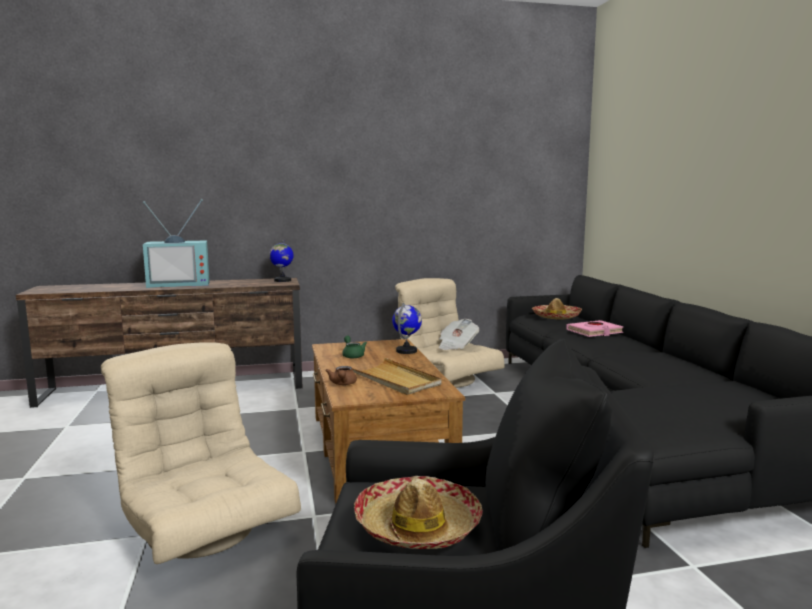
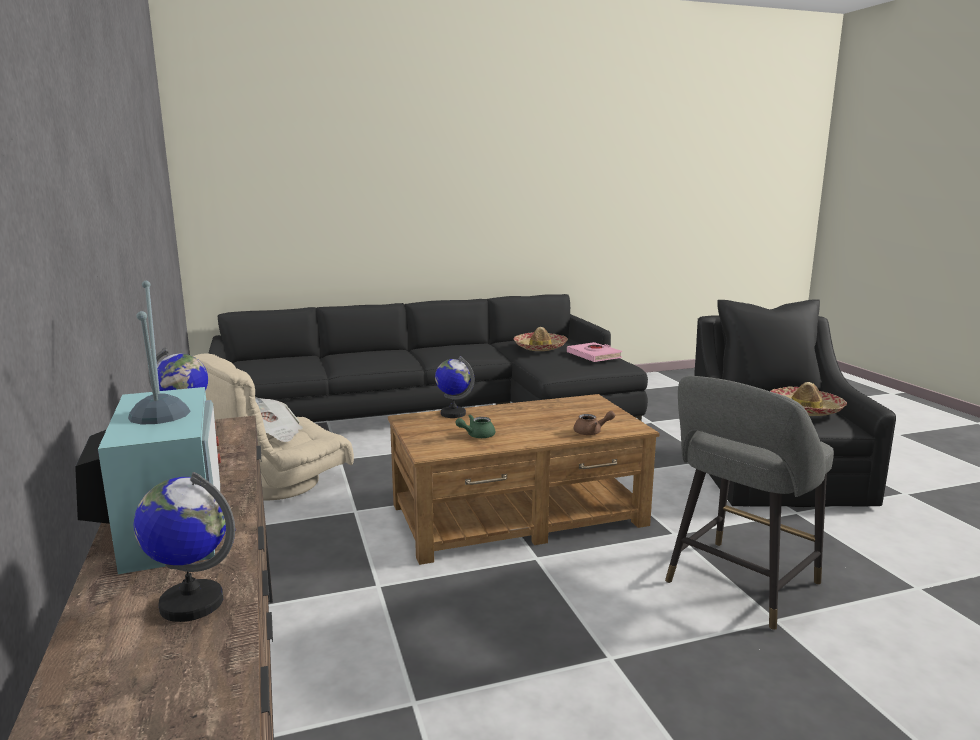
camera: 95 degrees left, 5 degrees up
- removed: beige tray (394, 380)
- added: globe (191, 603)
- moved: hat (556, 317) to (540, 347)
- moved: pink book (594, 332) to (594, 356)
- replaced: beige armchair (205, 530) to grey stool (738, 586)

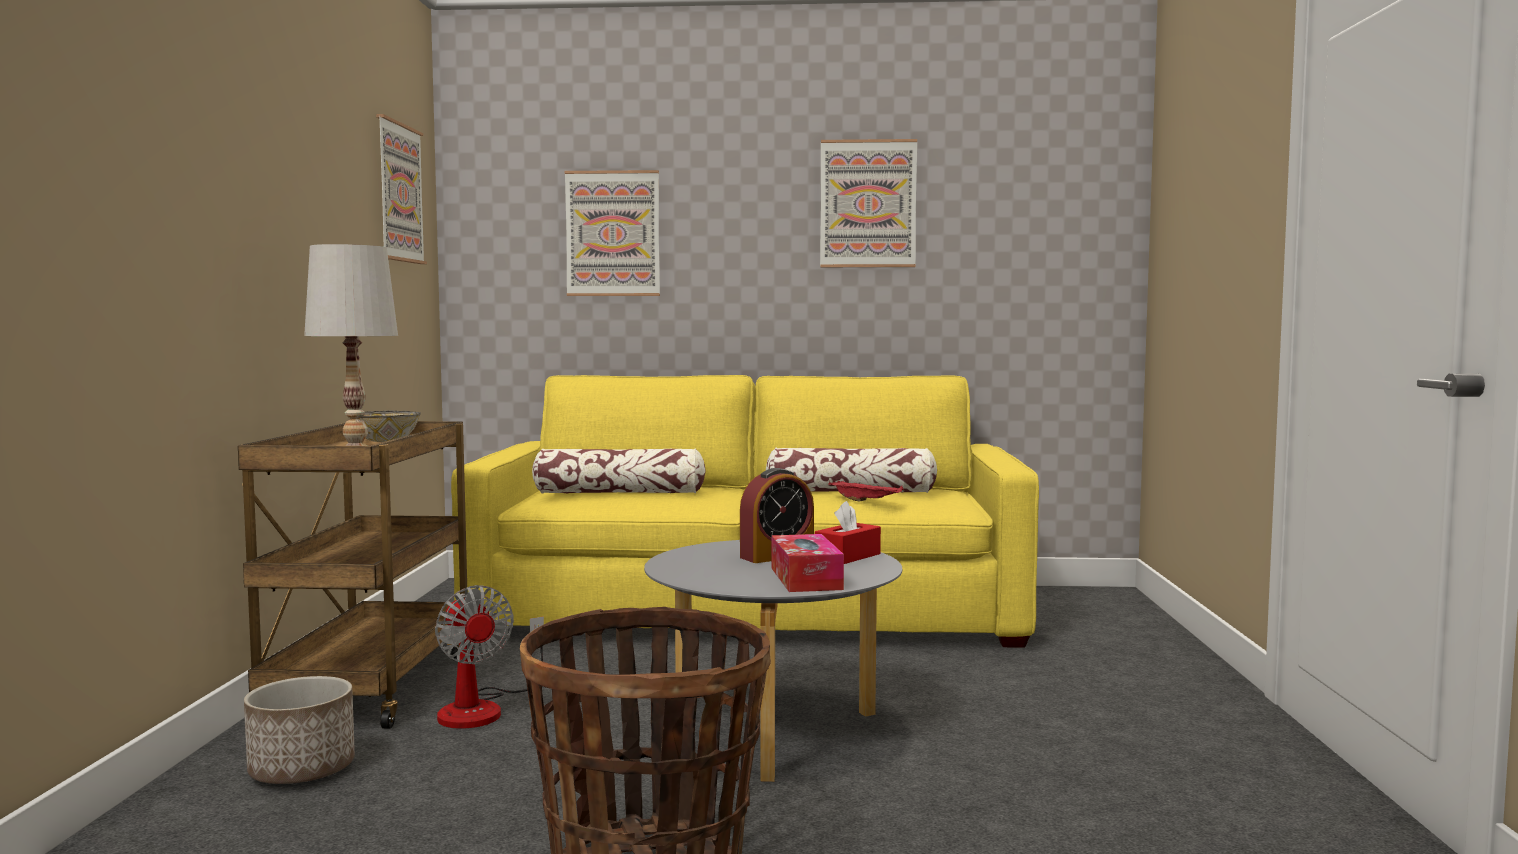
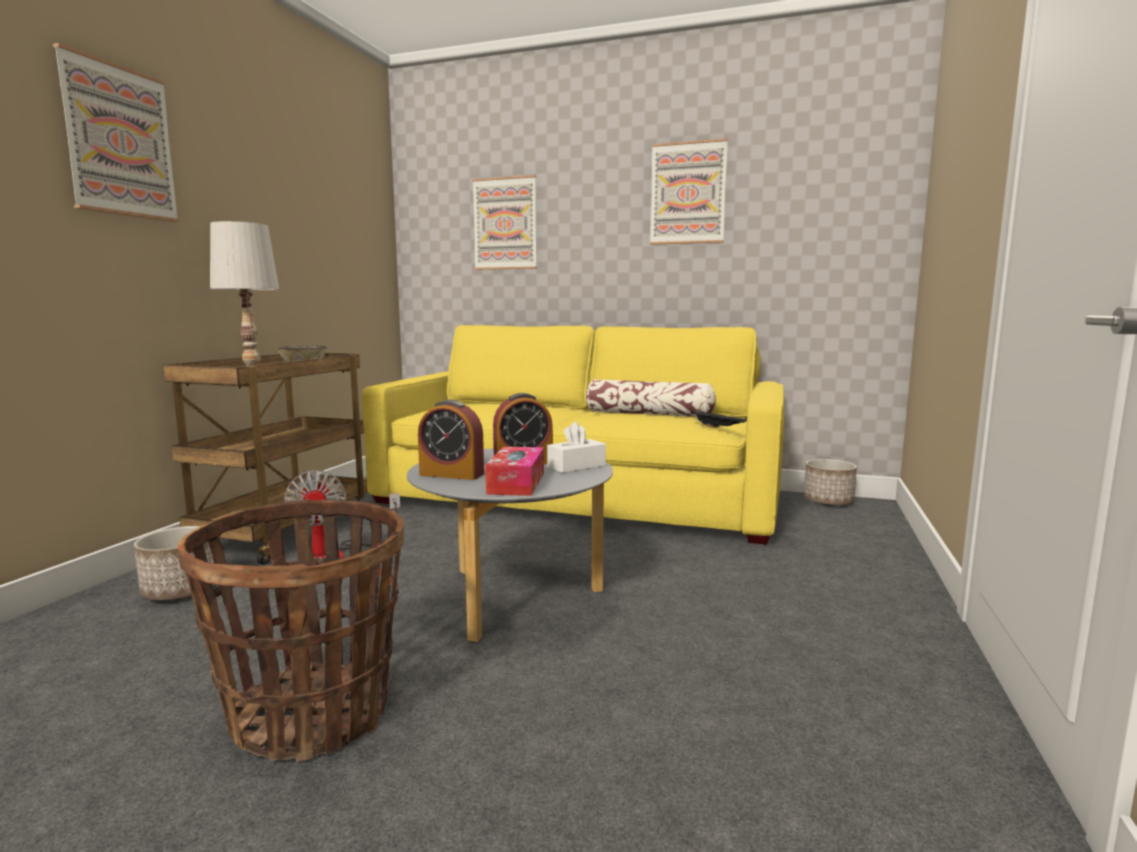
camera: 15 degrees right, 5 degrees up
- removed: pillow (620, 493)
- removed: red tray (867, 501)
- added: alarm clock (451, 474)
- added: black tray (719, 428)
- added: planter (828, 501)
- moved: picture (399, 193) to (119, 141)
- recoloured: red tissue box (847, 556) to white tissue box (576, 466)

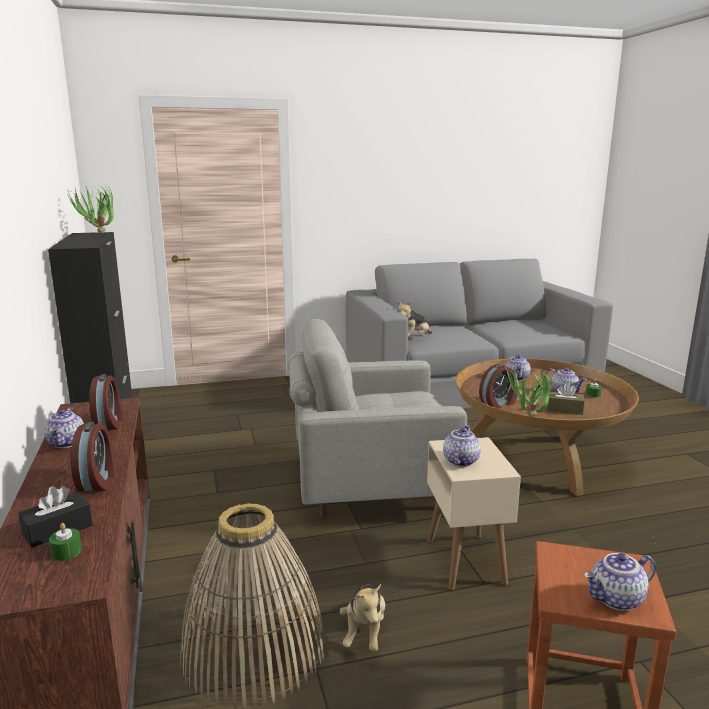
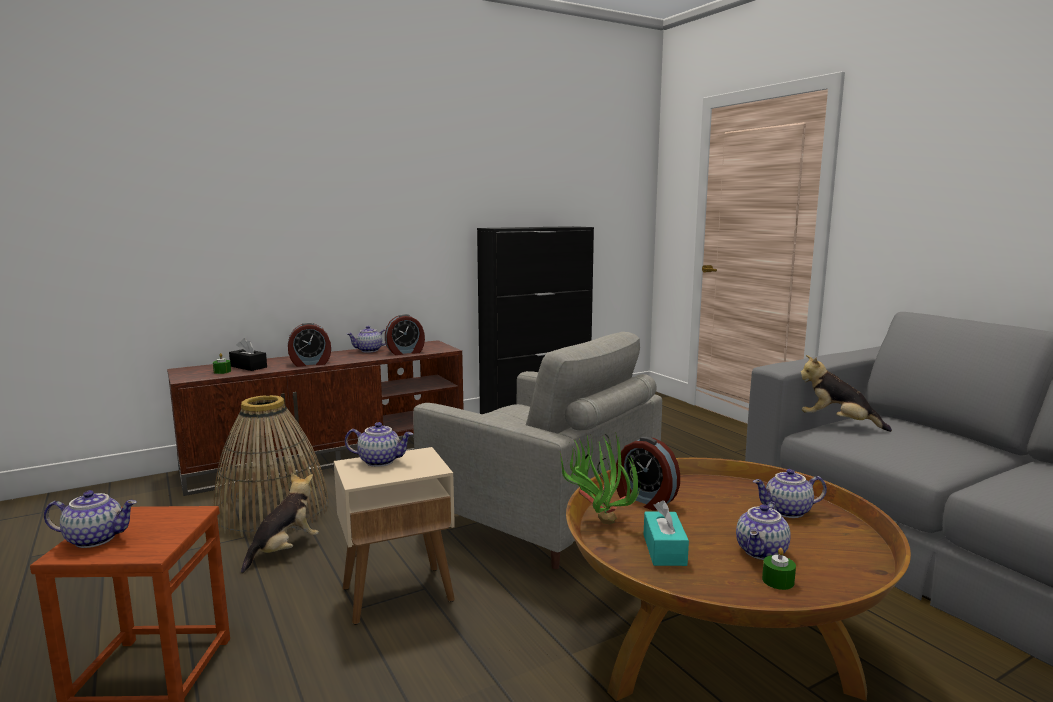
camera: 75 degrees right, 5 degrees down
- removed: potted plant (98, 234)
- recoloured: brown tissue box (564, 409) to turquoise tissue box (664, 550)
- turned: grey armchair (369, 486) = (540, 523) 150 degrees clockwise
- turned: plush toy (364, 632) = (284, 550) 135 degrees clockwise
- turned: teapot (617, 600) = (96, 538) 120 degrees clockwise

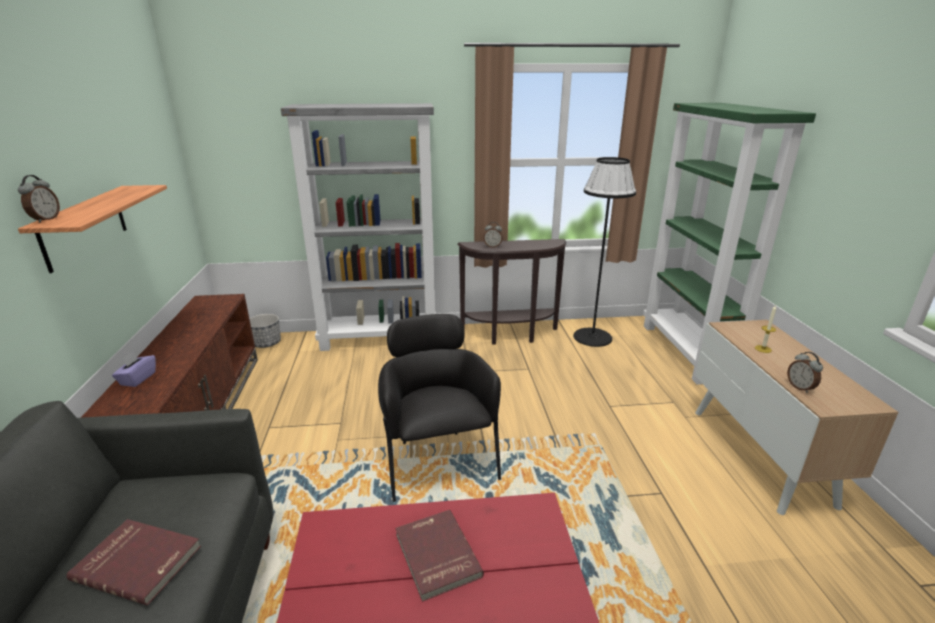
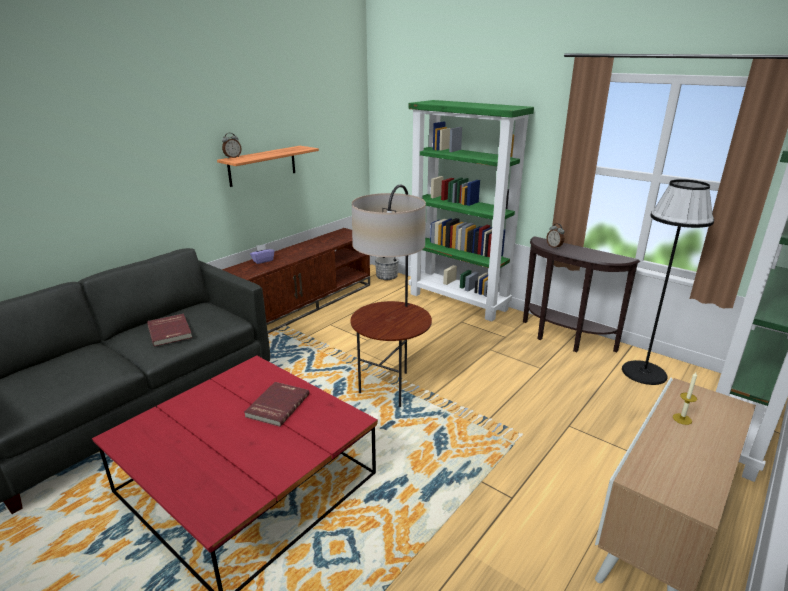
camera: 45 degrees right, 0 degrees up
- removed: alarm clock (800, 387)
- replaced: black armchair (437, 459) to floor lamp (391, 387)
- recoloured: grey bookcase (380, 338) to green bookcase (459, 301)

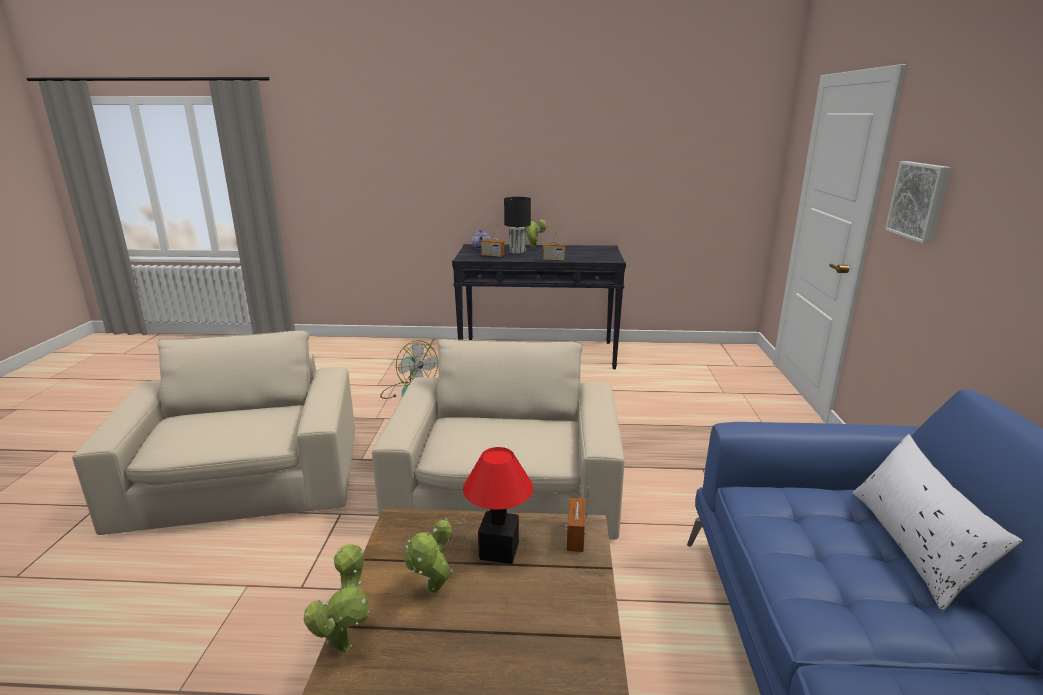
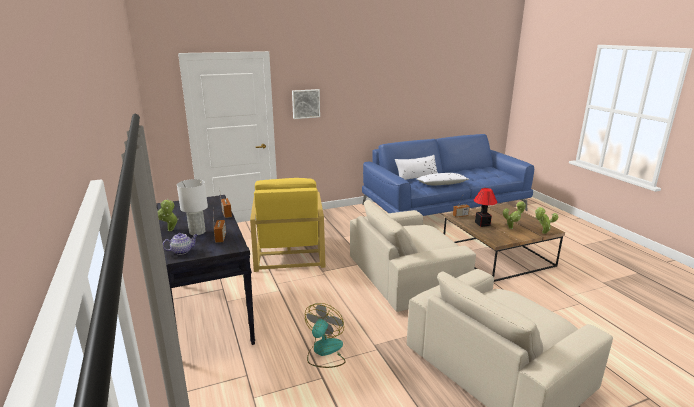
camera: 115 degrees left, 0 degrees up
- added: yellow armchair (289, 252)
- added: white pillow (441, 184)
- recoloured: black table lamp (517, 252) to white table lamp (197, 232)

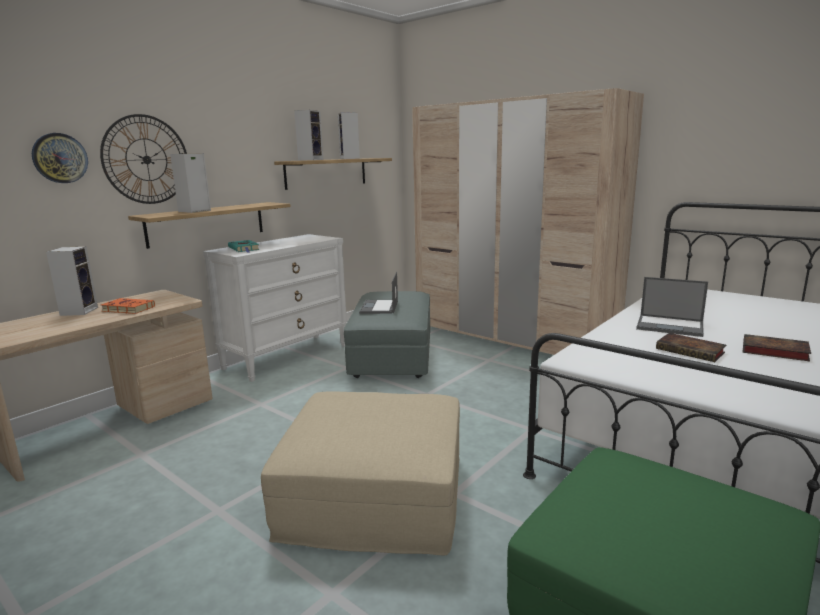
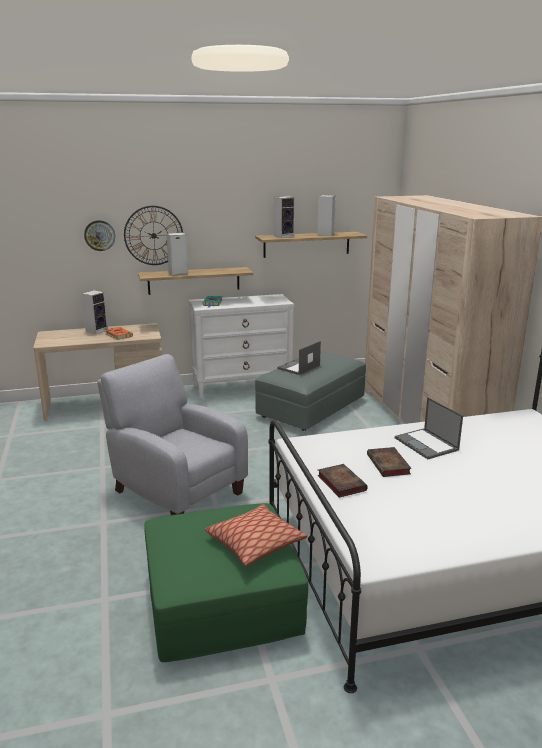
camera: 35 degrees right, 5 degrees up
- added: pillow (255, 543)
- moved: book (772, 351) to (340, 482)
- replaced: beige ottoman (373, 496) to grey armchair (175, 490)

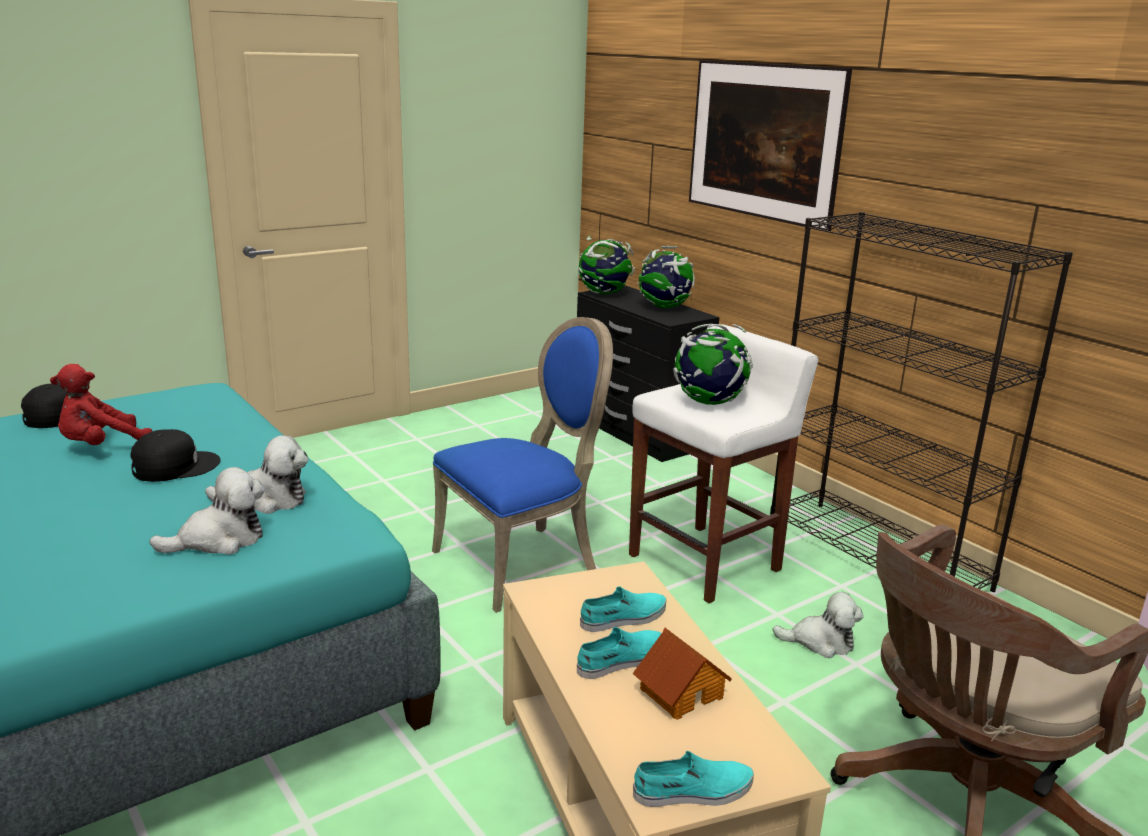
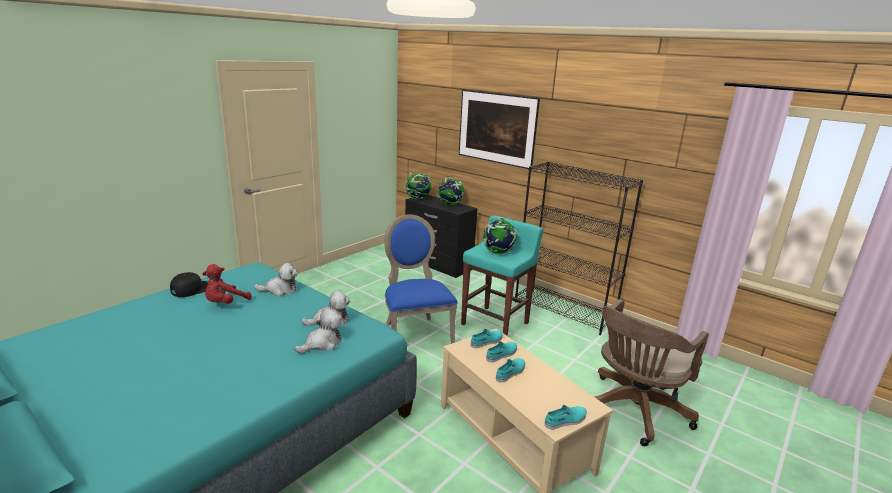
camera: 15 degrees left, 0 degrees up
- removed: black cap (175, 466)
- removed: toy house (680, 692)
- added: turquoise shoe (487, 341)
- moved: plush toy (820, 642) to (280, 290)
- recoloured: white stool (706, 562) to turquoise stool (495, 323)
- turned: blue chair (522, 561) = (415, 333) 60 degrees counterclockwise

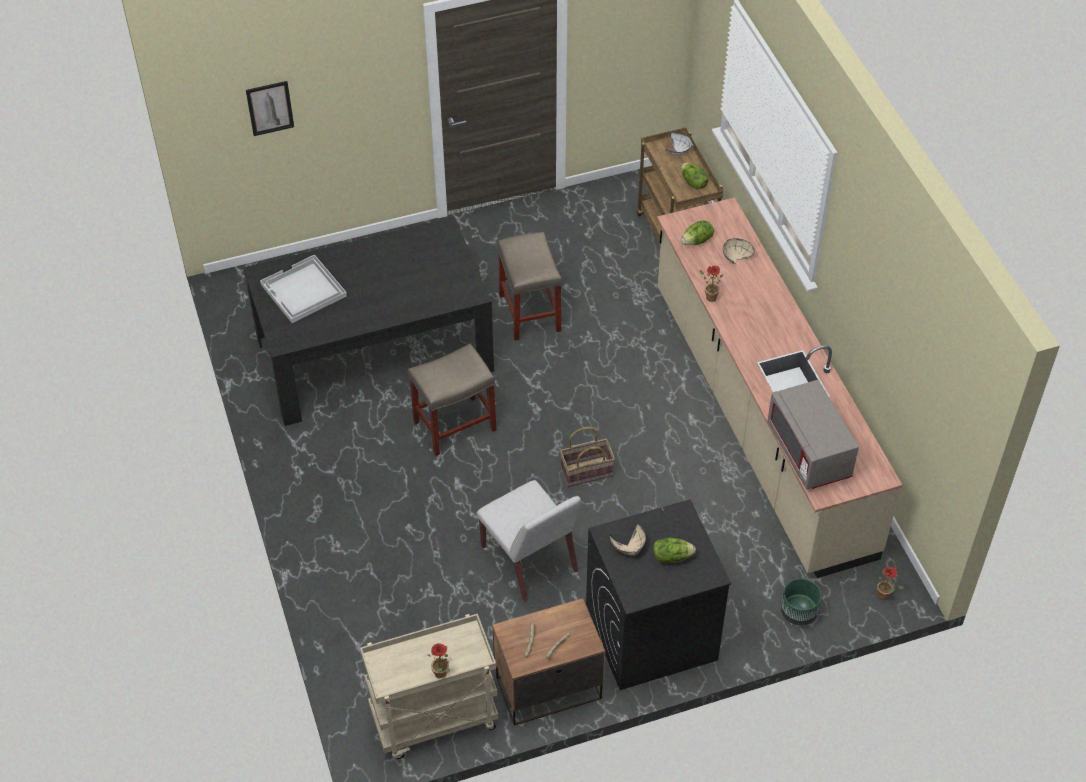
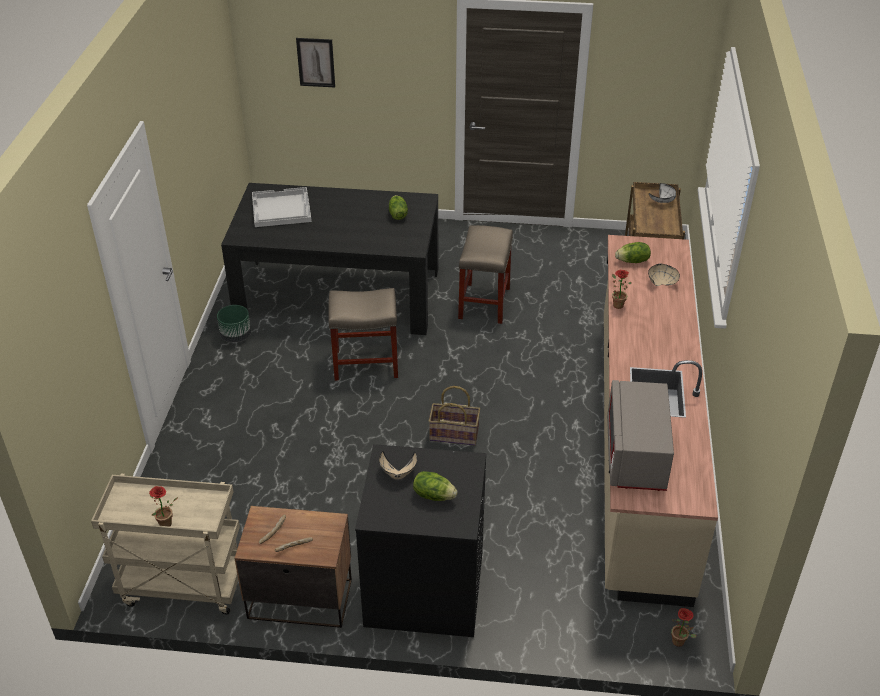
camera: 25 degrees right, 10 degrees down
- removed: white chair (530, 560)
- moved: lettuce (693, 183) to (397, 215)
- moved: green planter (798, 612) to (236, 336)

